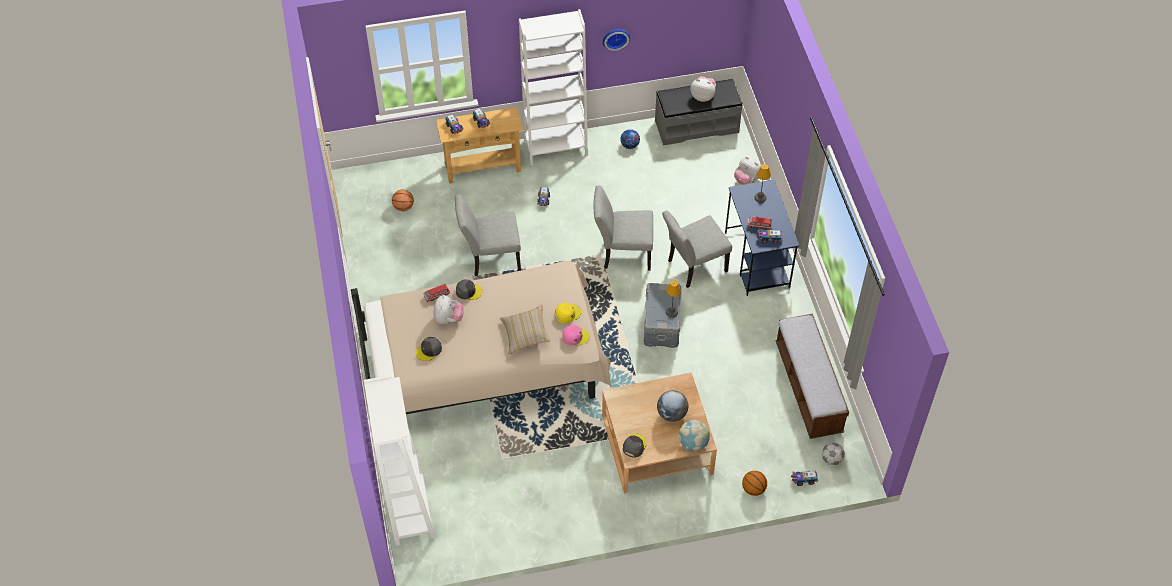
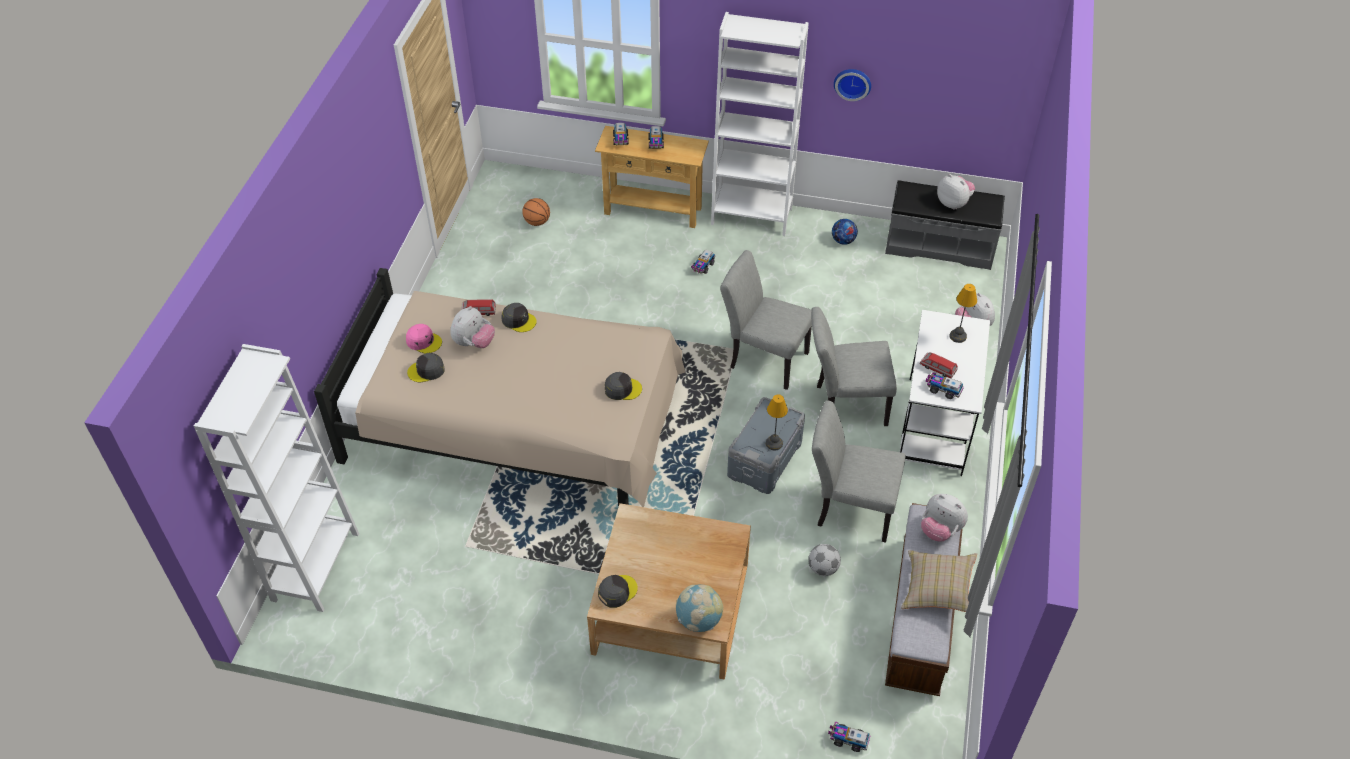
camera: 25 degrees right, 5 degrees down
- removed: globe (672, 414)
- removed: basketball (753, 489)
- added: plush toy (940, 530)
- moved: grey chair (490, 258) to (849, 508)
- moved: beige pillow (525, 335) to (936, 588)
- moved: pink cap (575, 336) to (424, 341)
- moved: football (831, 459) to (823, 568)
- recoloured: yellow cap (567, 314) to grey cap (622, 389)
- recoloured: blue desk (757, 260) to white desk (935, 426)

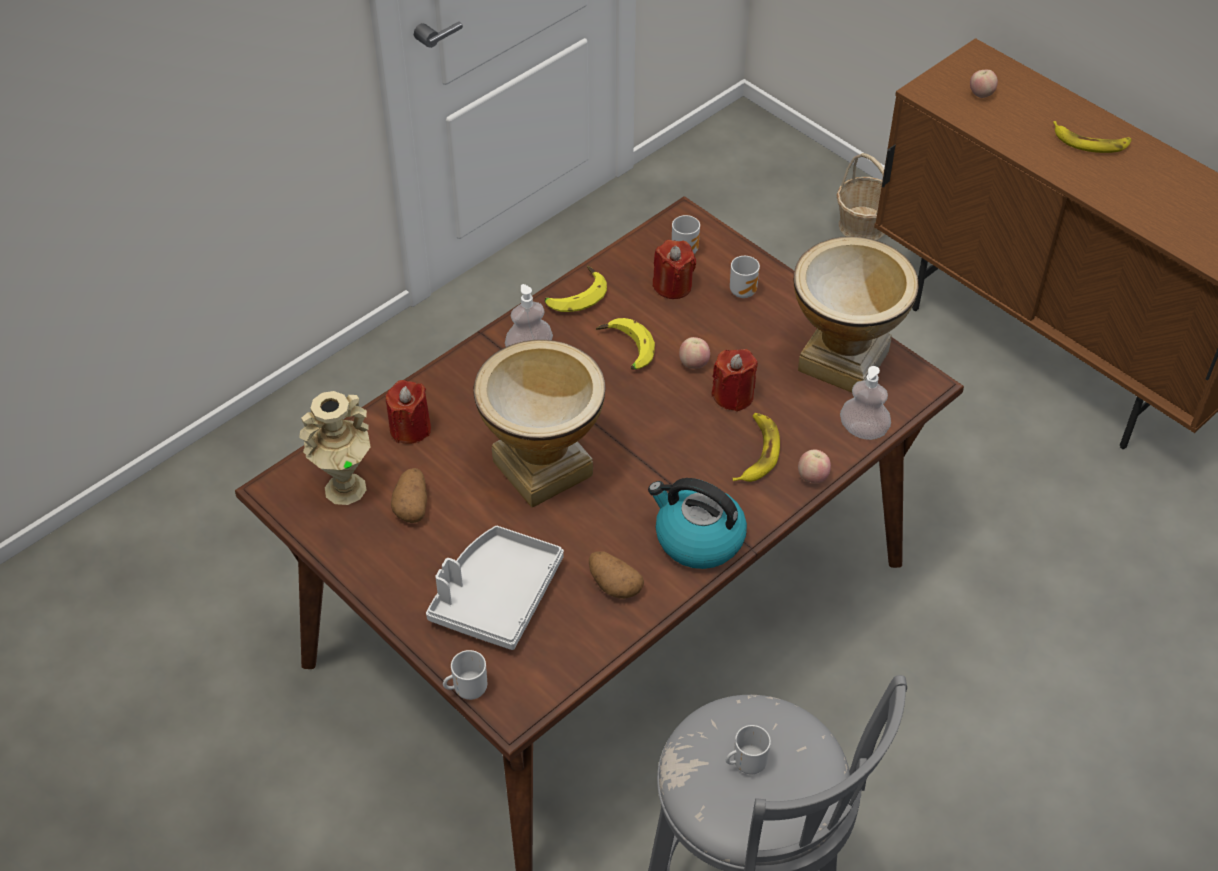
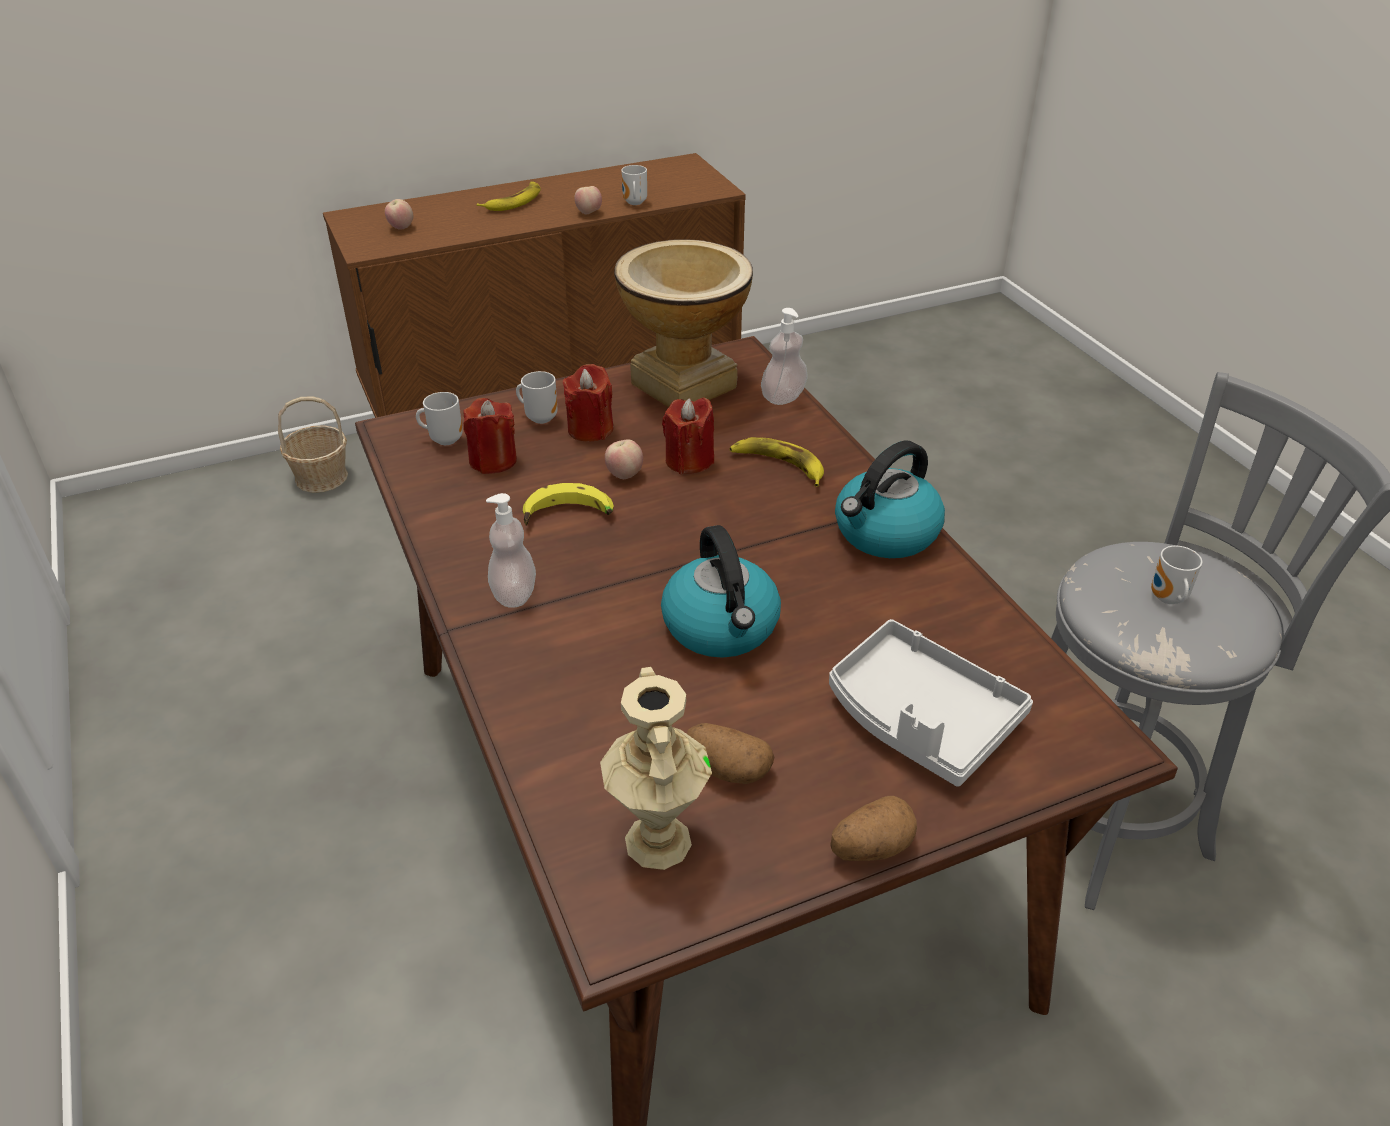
camera: 70 degrees left, 10 degrees down
- removed: banana (574, 295)
- moved: red candle (410, 429) to (590, 429)
- moved: mug (468, 689) to (634, 203)
- moved: potato (613, 585) to (871, 847)
- moved: apple (812, 477) to (589, 213)
- replaced: vase (543, 468) to kettle (722, 627)

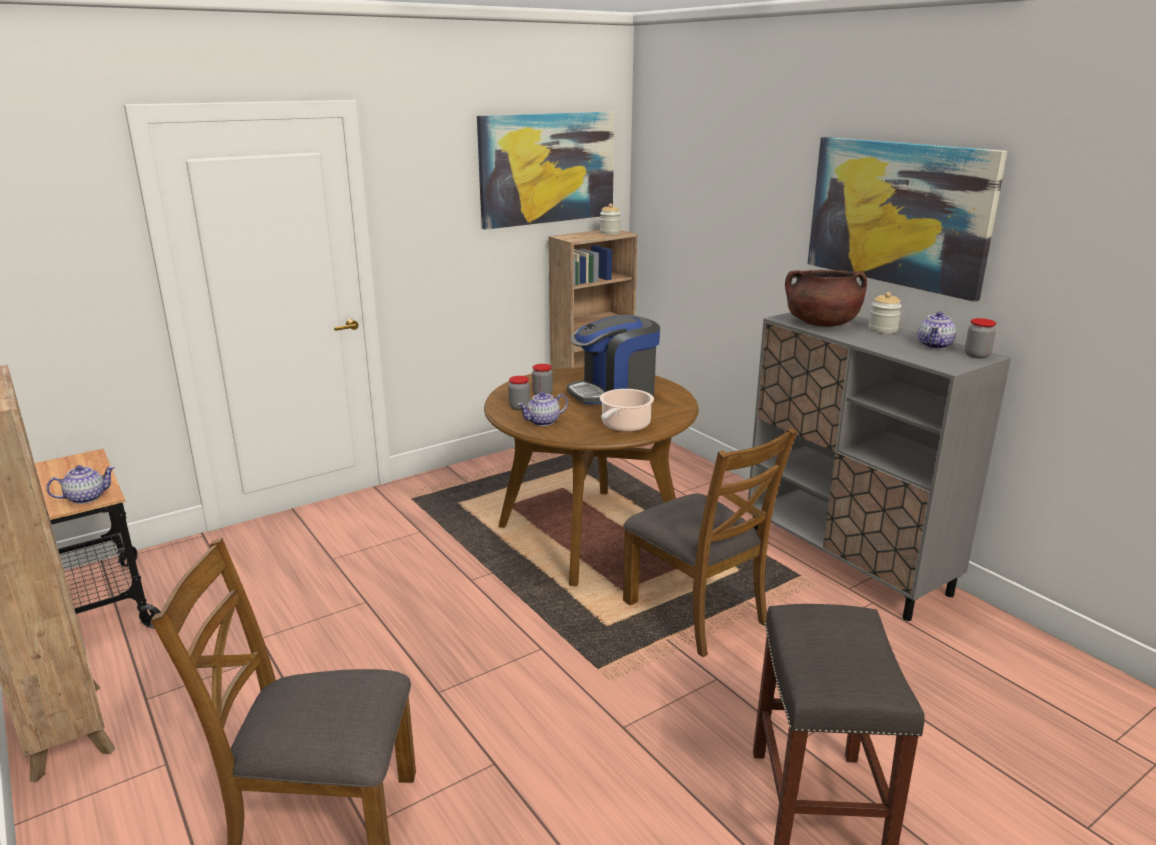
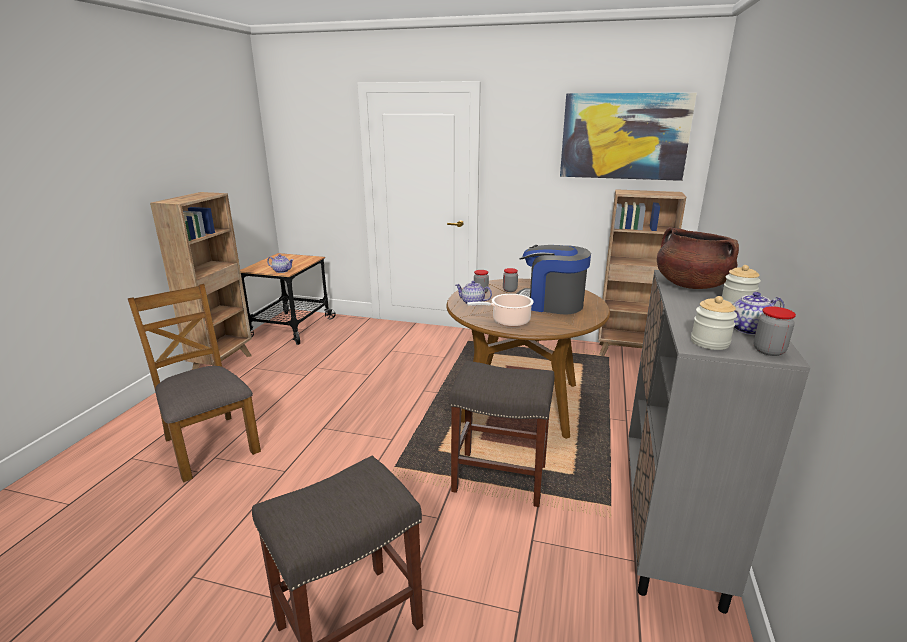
camera: 50 degrees right, 0 degrees up
- removed: picture (898, 213)
- moved: jar (610, 232) to (709, 342)
- replaced: brown chair (697, 612) to grey stool (498, 478)

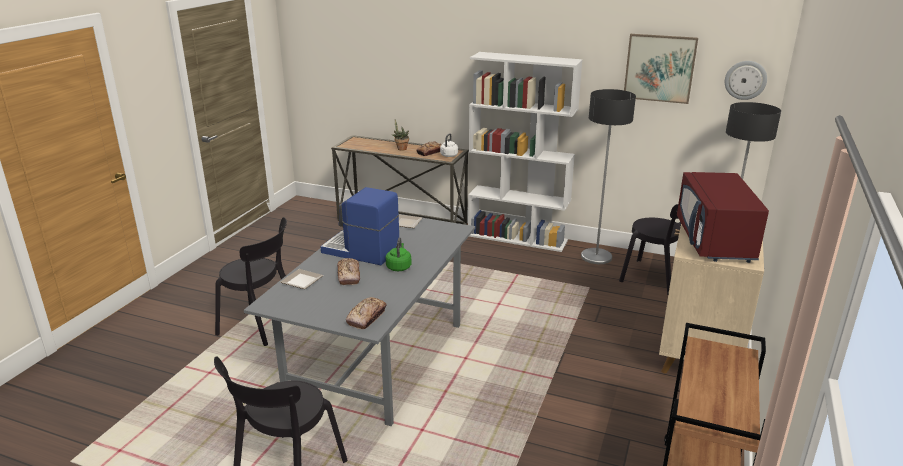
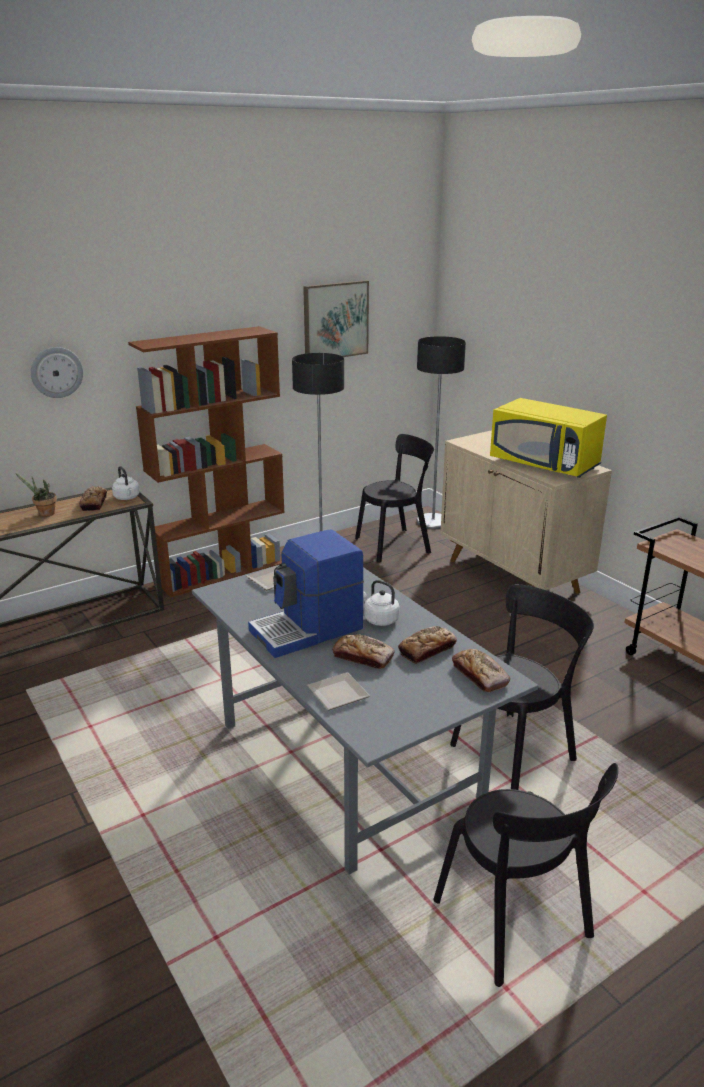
camera: 55 degrees left, 0 degrees up
- added: bread (427, 649)
- moved: black chair (261, 325) to (516, 750)
- moved: wall clock (745, 80) to (56, 372)
- recoloured: green kettle (399, 267) to white kettle (379, 619)
- recoloured: white bookcase (518, 238) to brown bookcase (223, 572)
- recoloured: red microwave (715, 241) to yellow microwave (545, 464)

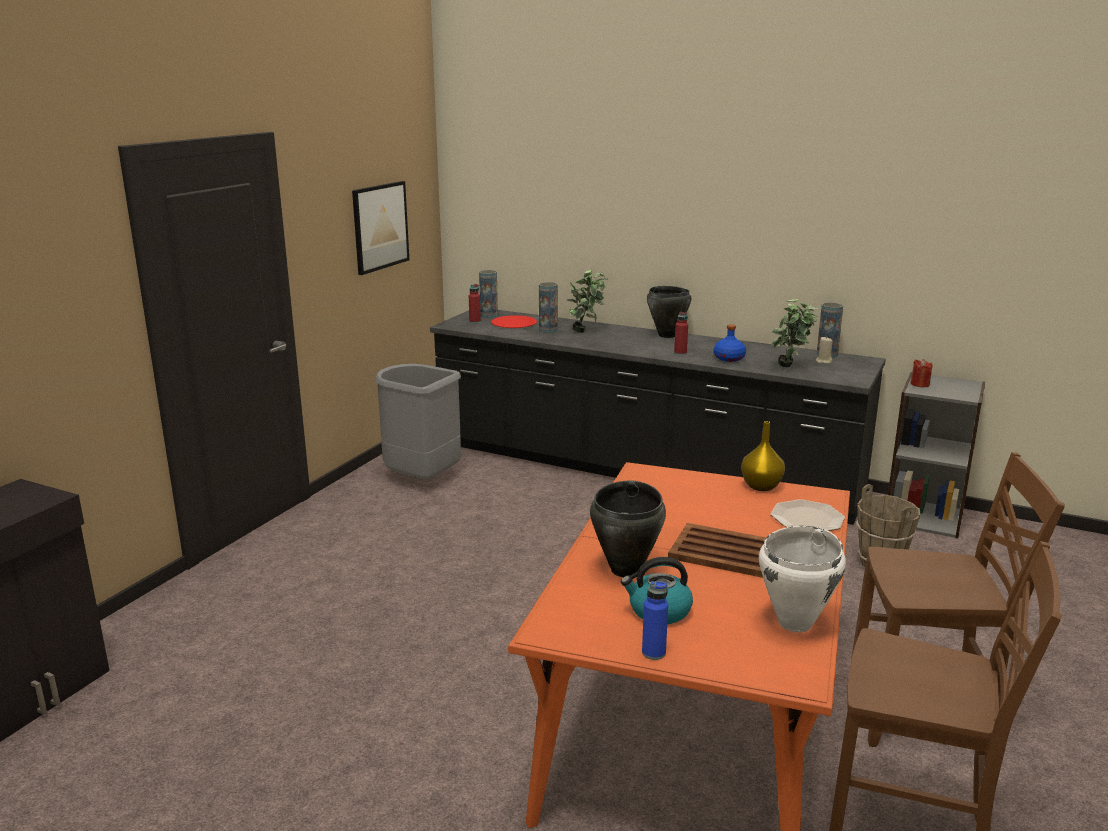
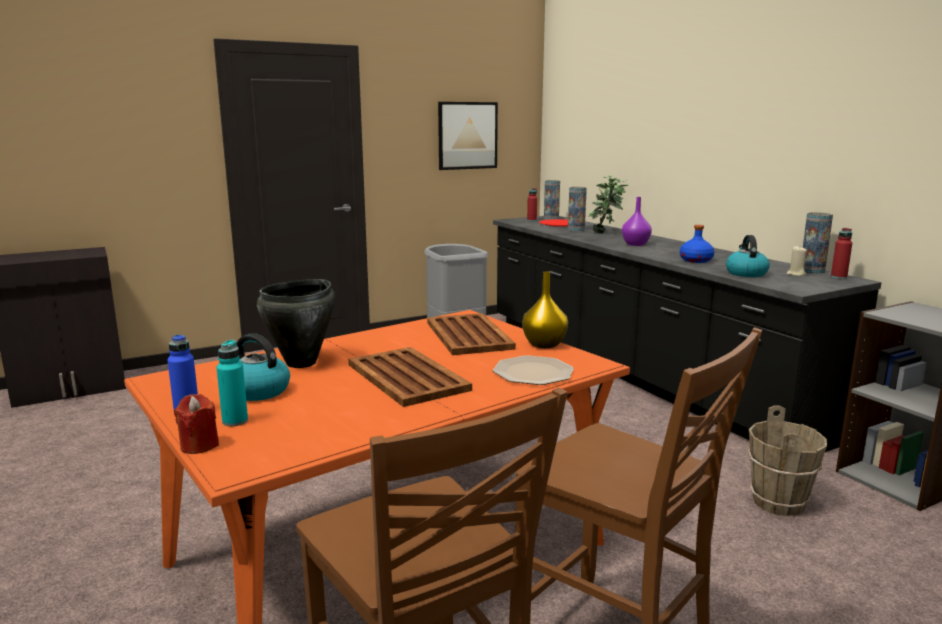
camera: 35 degrees right, 5 degrees down
- removed: black cooking pot (667, 335)
- removed: white cooking pot (796, 623)
- added: turquoise bottle (235, 421)
- added: brown tray (468, 335)
- added: purple vase (636, 244)
- moved: red bottle (680, 353) to (838, 277)
- moved: red candle (919, 384) to (199, 445)
- replaced: potted plant (791, 368) to kettle (745, 273)

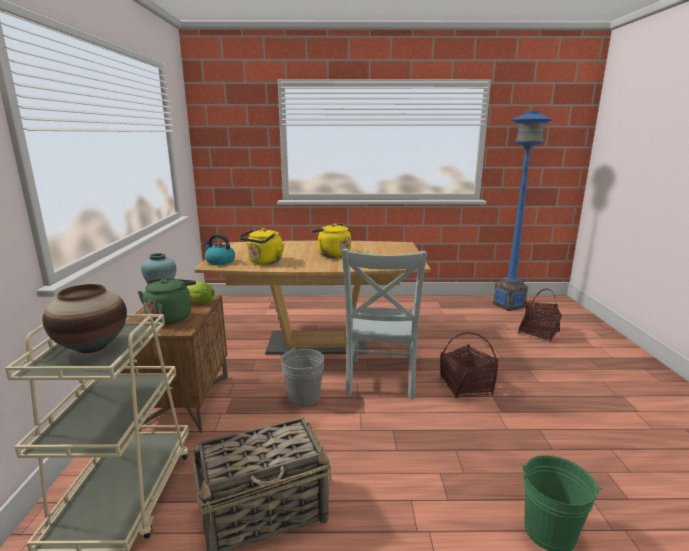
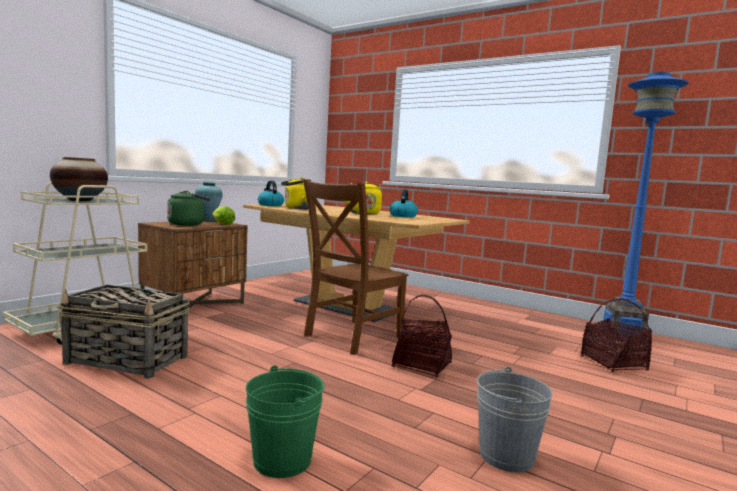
camera: 35 degrees right, 10 degrees down
- added: kettle (403, 216)
- moved: grey bucket (304, 397) to (506, 456)
- recoloured: grey chair (380, 380) to brown chair (350, 337)

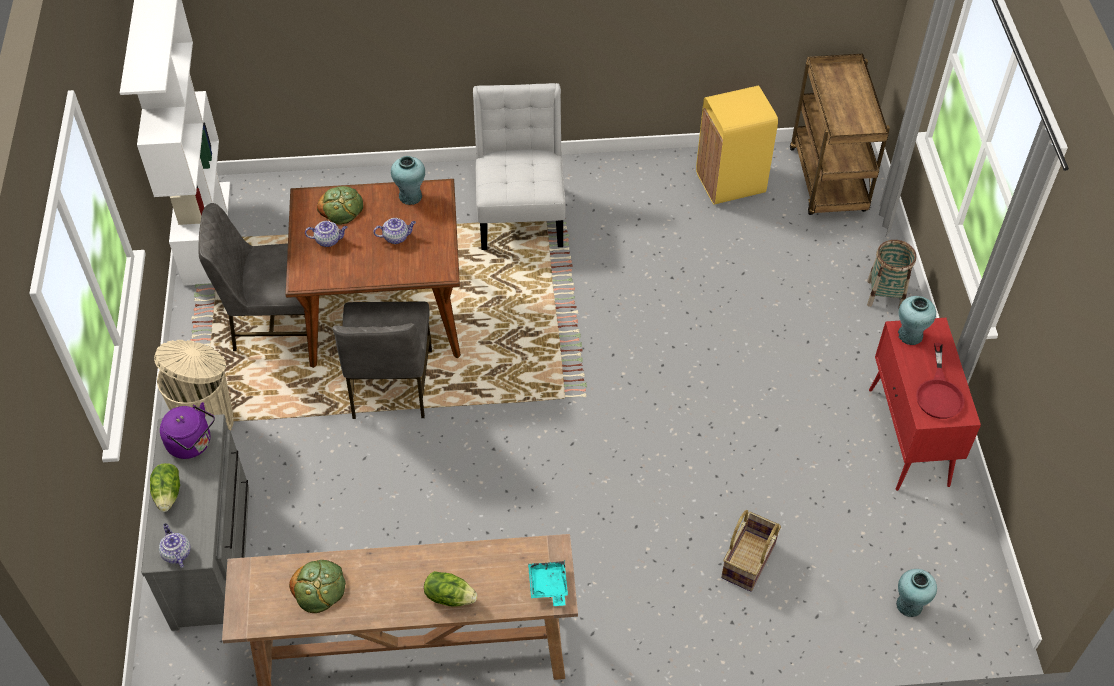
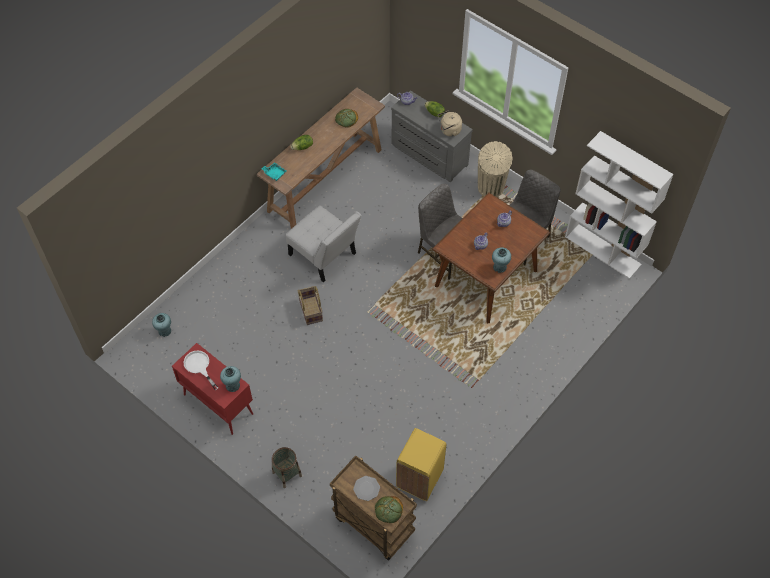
camera: 135 degrees right, 5 degrees up
- added: plate (366, 488)
- moved: bread (341, 207) to (388, 510)
- moved: white chair (521, 212) to (325, 257)
- moved: basket (749, 561) to (310, 310)
- recoloured: purple kettle (192, 444) to beige kettle (449, 131)
- recoloured: red frying pan (939, 393) to white frying pan (199, 366)

